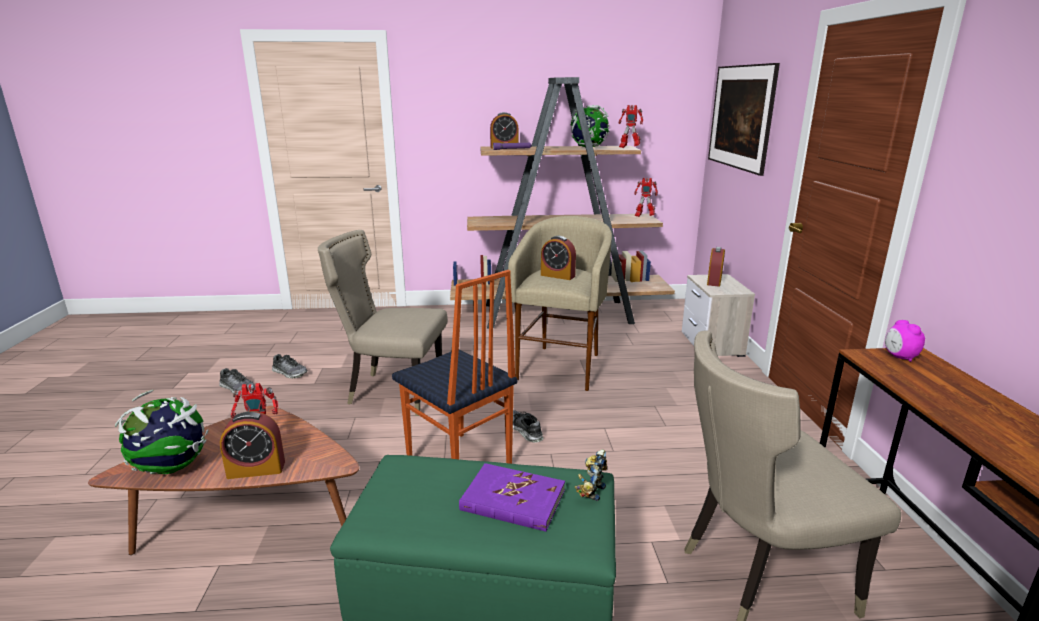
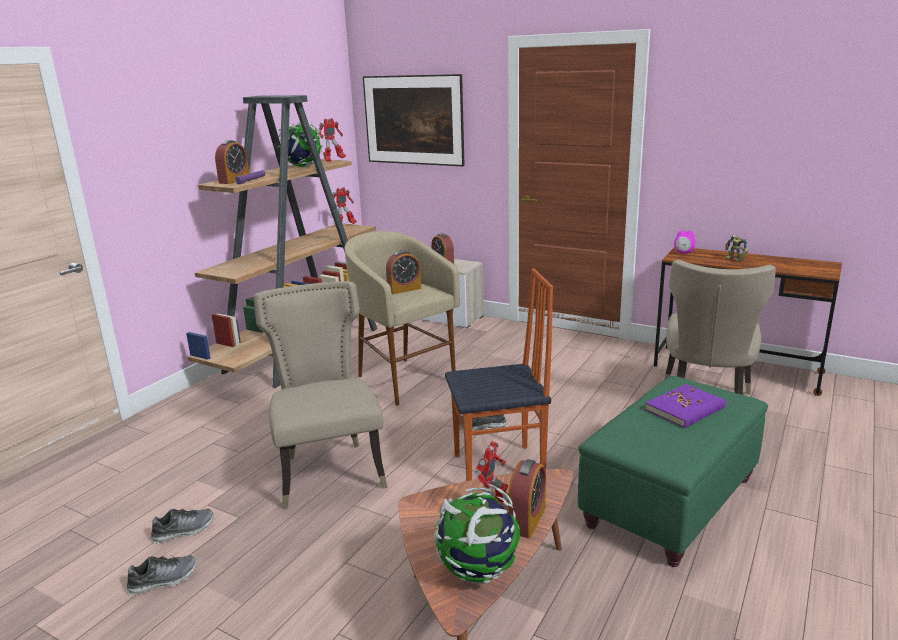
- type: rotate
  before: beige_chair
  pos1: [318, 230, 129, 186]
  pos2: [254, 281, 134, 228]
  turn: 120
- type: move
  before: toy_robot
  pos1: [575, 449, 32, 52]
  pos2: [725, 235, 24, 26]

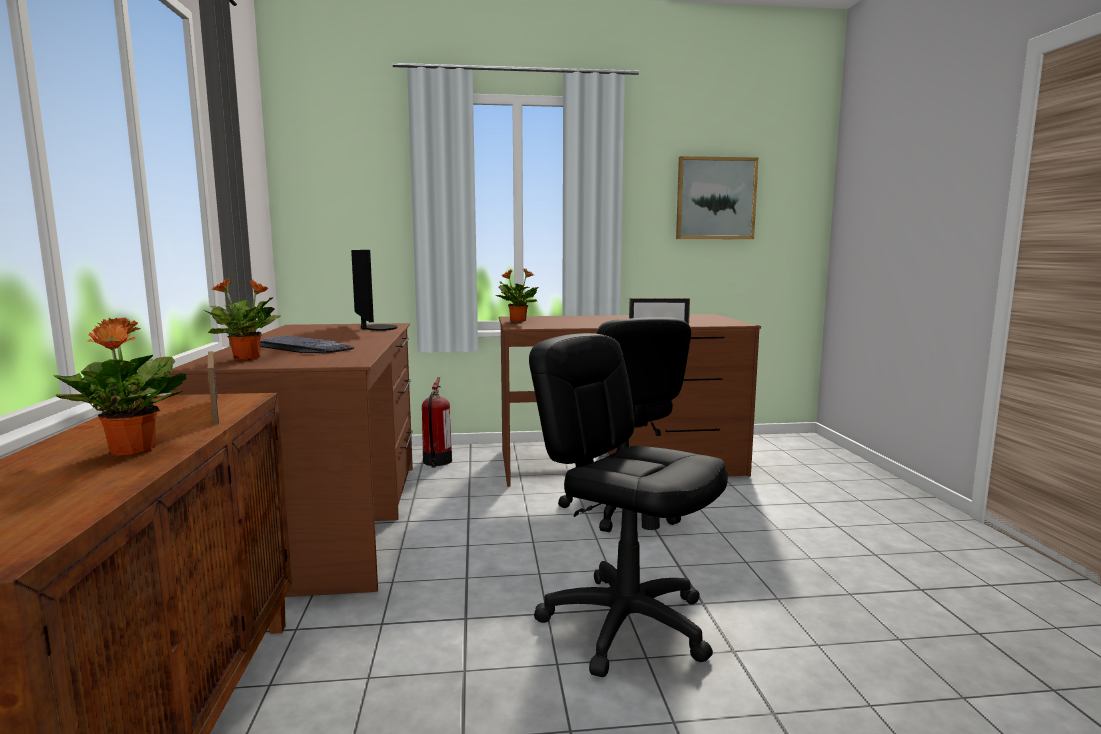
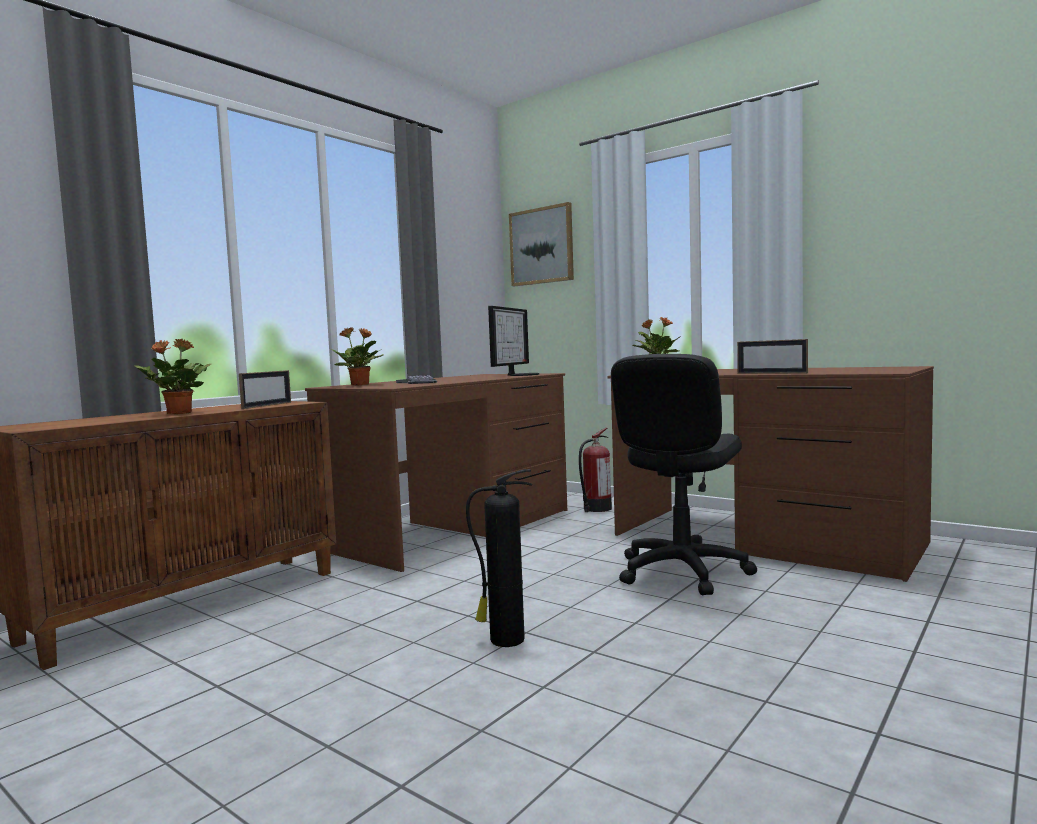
- type: replace
  before: black_office_chair
  after: fire_extinguisher
  pos1: [529, 333, 199, 344]
  pos2: [466, 469, 66, 178]
- type: move
  before: picture
  pos1: [676, 156, 83, 83]
  pos2: [509, 202, 65, 84]

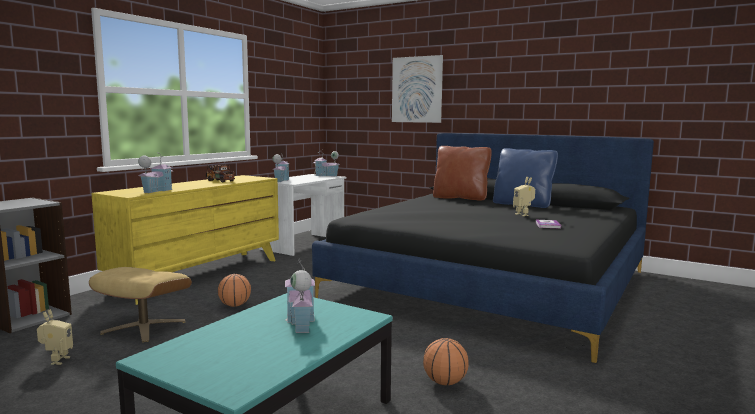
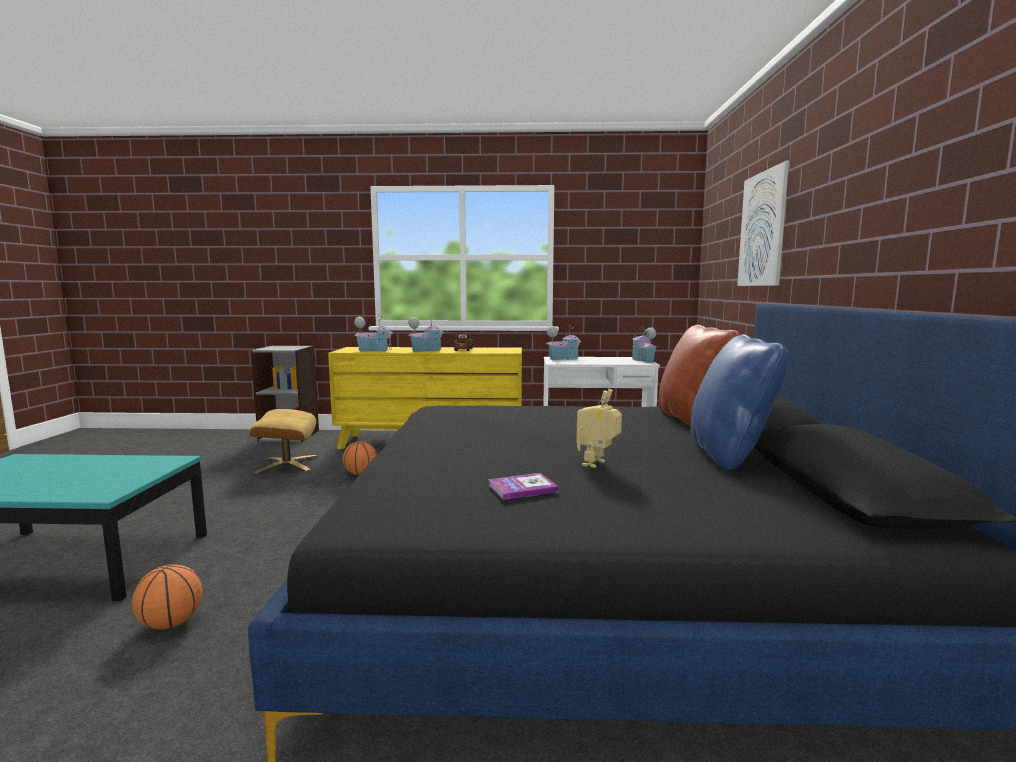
- type: move
  before: toy_house
  pos1: [285, 258, 30, 75]
  pos2: [408, 315, 35, 37]
- type: delete
  before: toy_robot
  pos1: [37, 309, 36, 56]

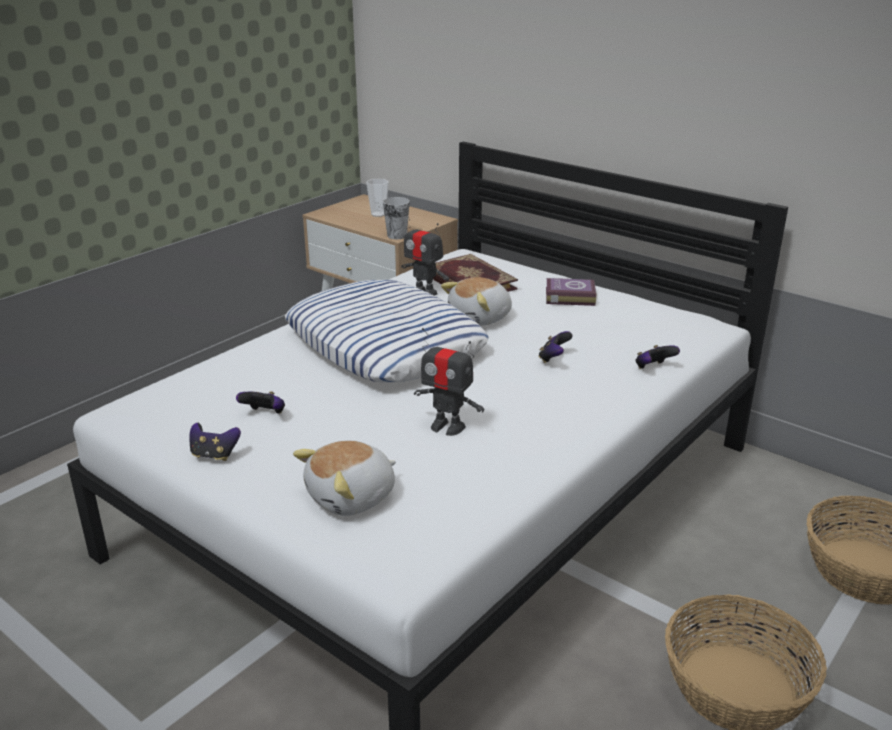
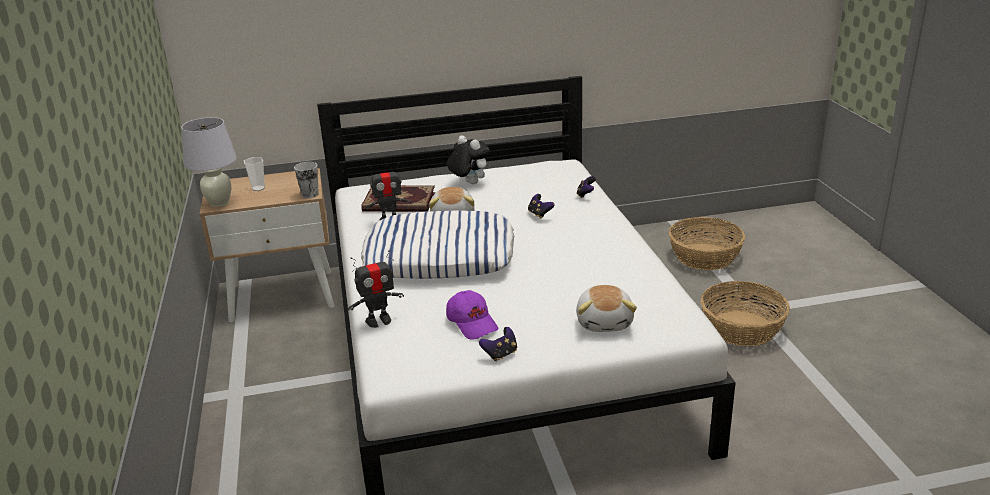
- type: insert
  after: white_table_lamp
  pos2: [181, 117, 56, 90]
- type: move
  before: toy_robot
  pos1: [414, 328, 70, 108]
  pos2: [348, 250, 56, 78]
- type: replace
  before: game_controller
  after: purple_cap
  pos1: [236, 391, 49, 23]
  pos2: [446, 290, 52, 50]
- type: replace
  before: book
  after: plush_toy
  pos1: [546, 278, 50, 28]
  pos2: [447, 135, 43, 49]

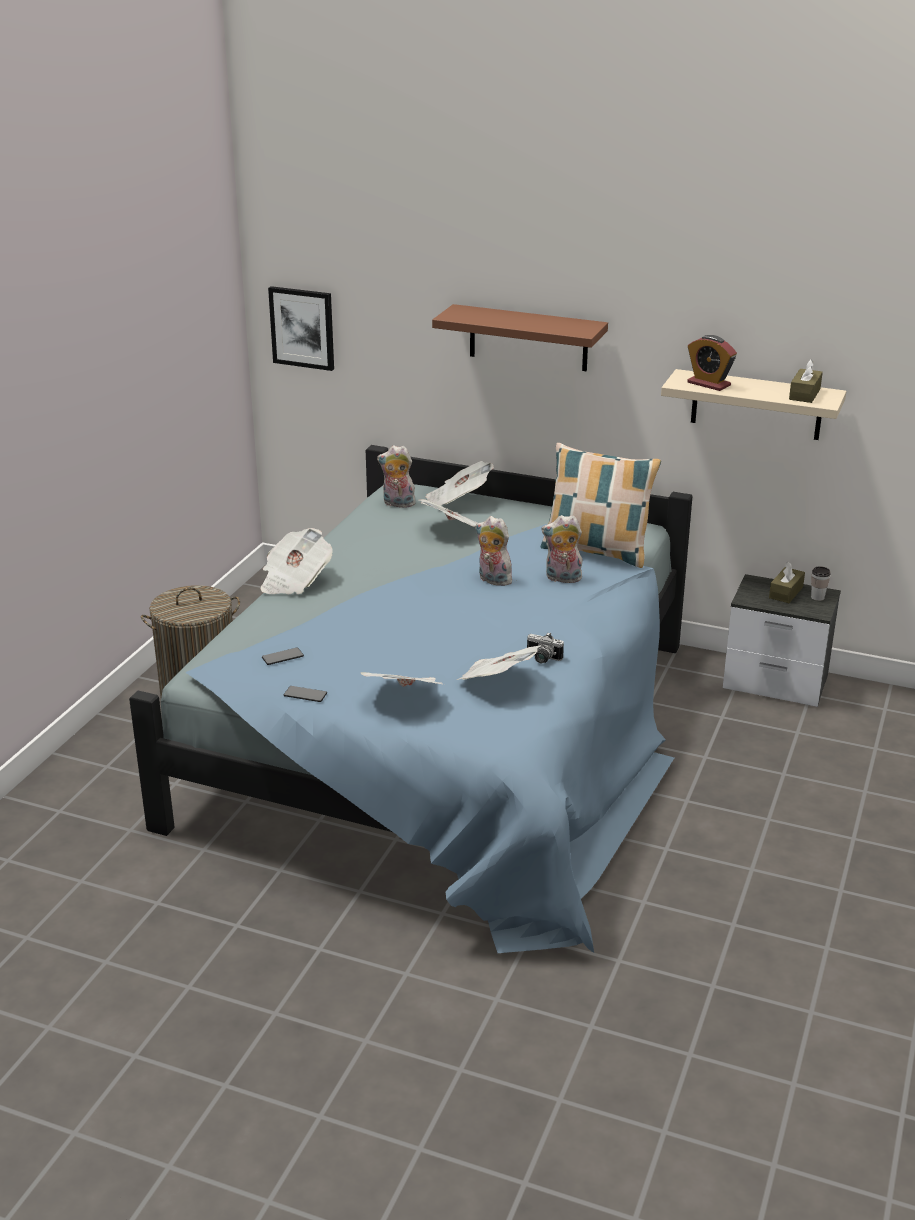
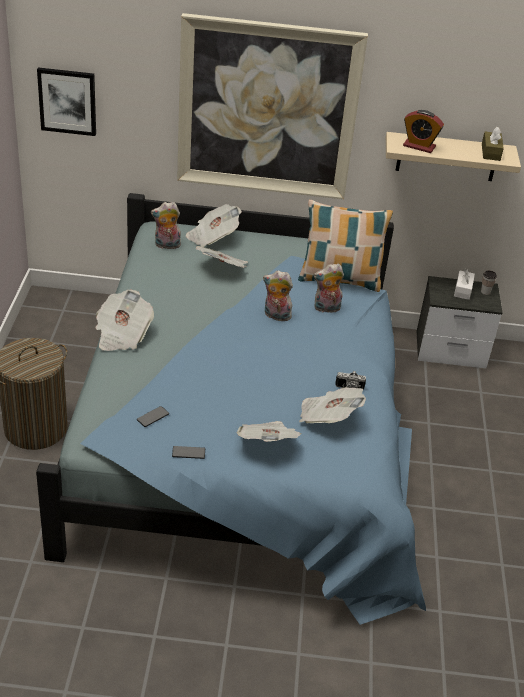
- type: replace
  before: brown_shelf
  after: picture
  pos1: [432, 304, 176, 67]
  pos2: [177, 13, 191, 186]
- type: recolor
  before: brown_tissue_box
  after: white_tissue_box
  pos1: [769, 561, 36, 42]
  pos2: [454, 268, 21, 32]

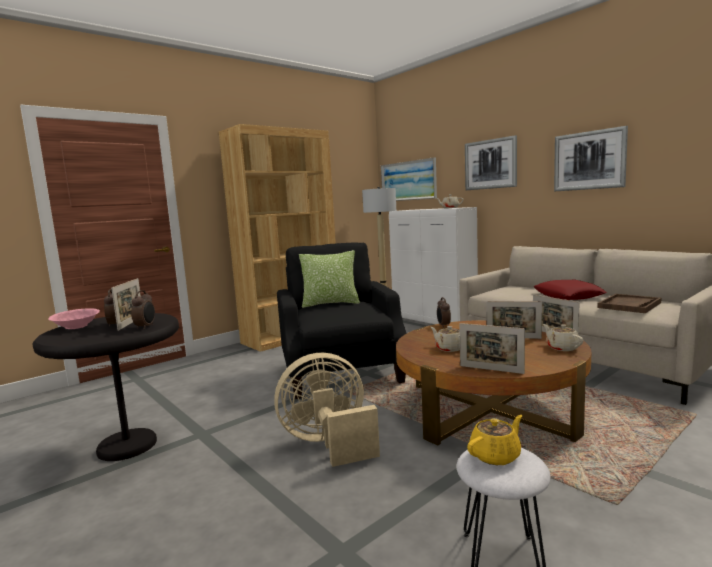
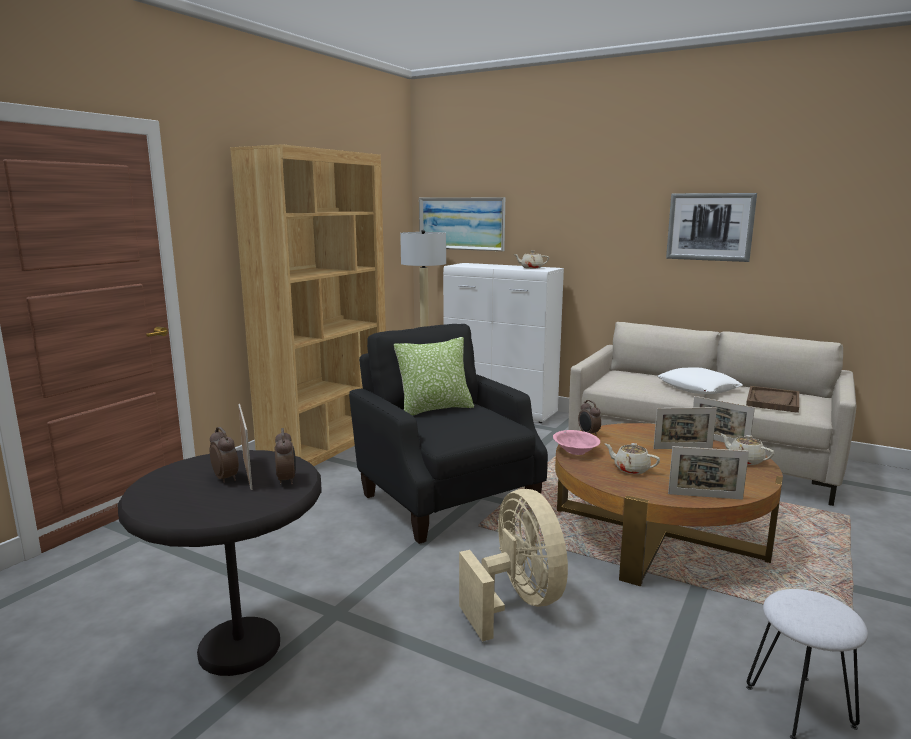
- type: rotate
  before: beige_fan
  pos1: [274, 353, 106, 114]
  pos2: [459, 489, 109, 152]
  turn: 105
- type: move
  before: pink_bowl
  pos1: [48, 308, 52, 21]
  pos2: [553, 430, 47, 25]
- type: recolor
  before: red_pillow
  after: white_pillow
  pos1: [534, 280, 73, 20]
  pos2: [658, 367, 85, 27]
- type: delete
  before: picture
  pos1: [465, 135, 52, 55]
- type: delete
  before: yellow_teapot
  pos1: [467, 415, 55, 50]

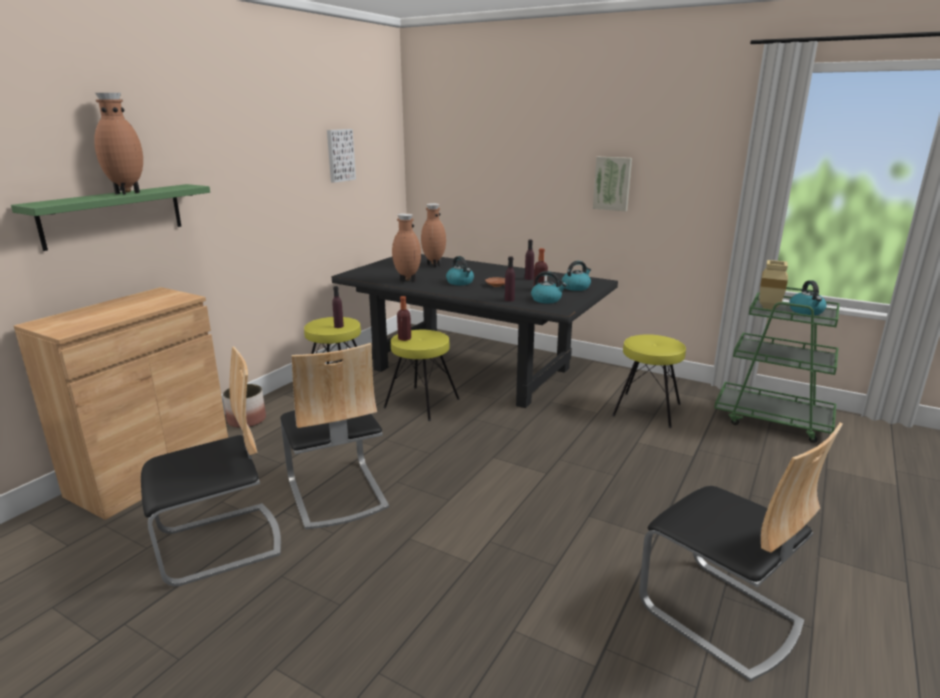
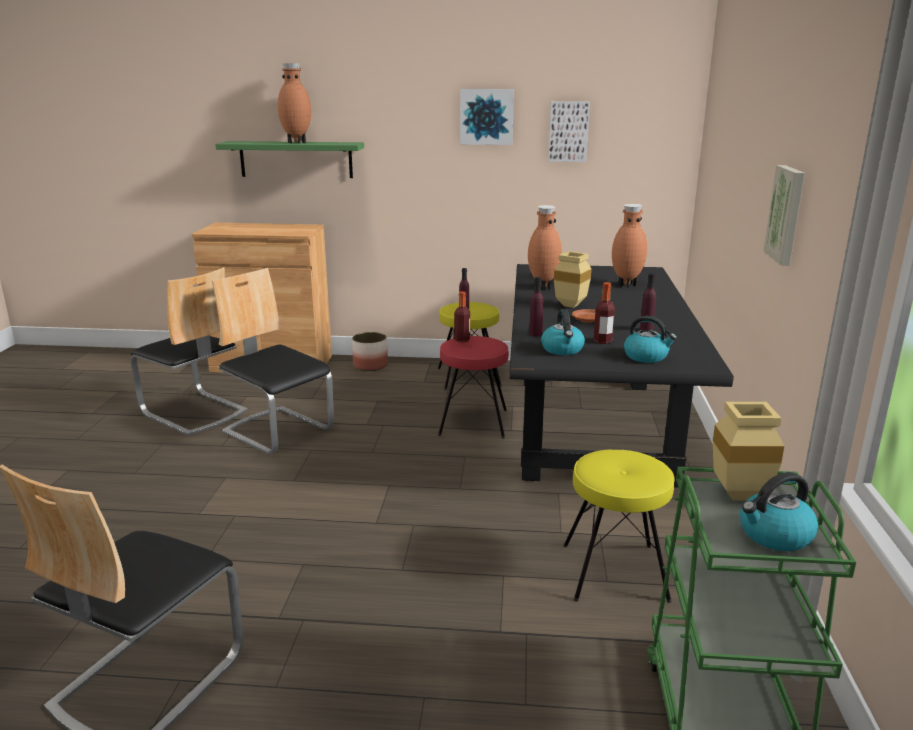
- type: rotate
  before: chair
  pos1: [280, 343, 109, 186]
  pos2: [212, 268, 122, 186]
  turn: 90
- type: recolor
  before: yellow_stool
  after: red_stool
  pos1: [384, 330, 76, 91]
  pos2: [438, 336, 71, 103]
- type: insert
  after: picture
  pos2: [460, 89, 54, 56]
- type: replace
  before: kettle
  after: beige_vase
  pos1: [446, 256, 28, 29]
  pos2: [554, 251, 37, 57]

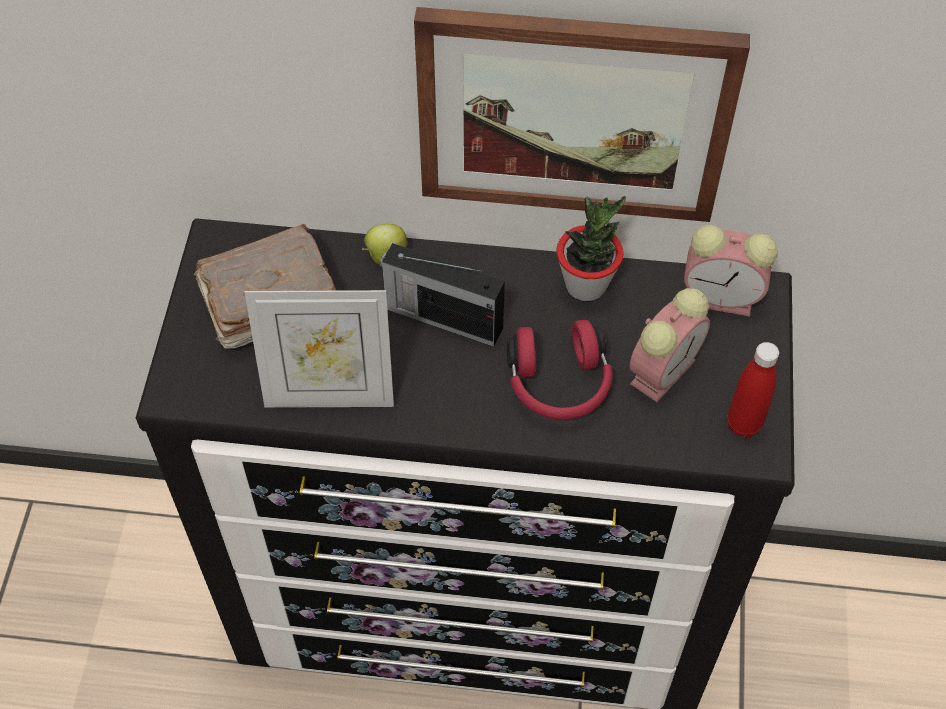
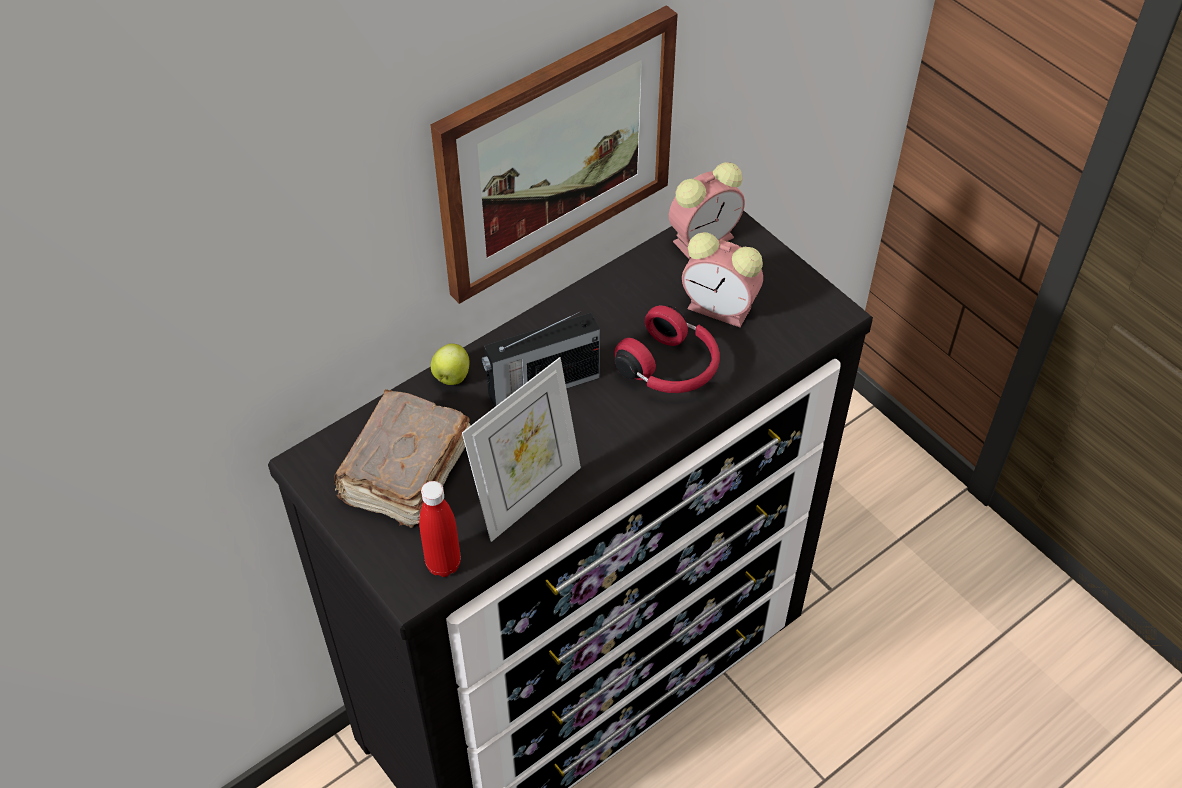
- type: move
  before: red_bottle
  pos1: [727, 342, 52, 96]
  pos2: [419, 481, 42, 96]
- type: rotate
  before: alarm_clock
  pos1: [630, 288, 80, 114]
  pos2: [682, 232, 81, 96]
  turn: 120
- type: delete
  before: potted_plant
  pos1: [556, 196, 70, 105]

